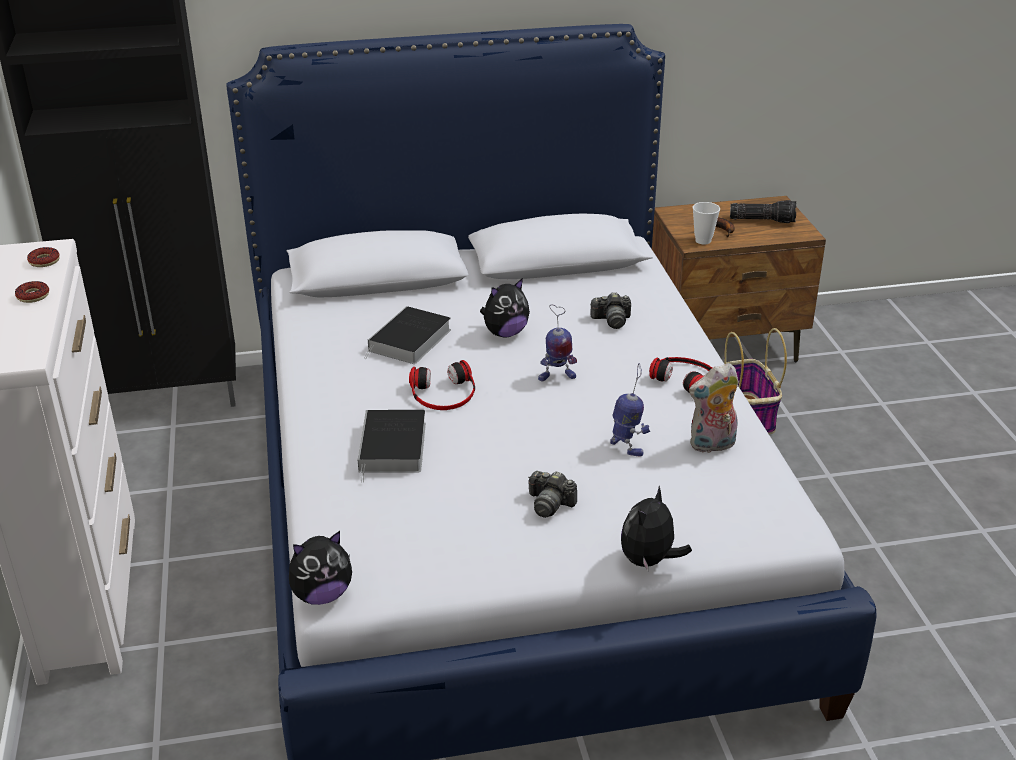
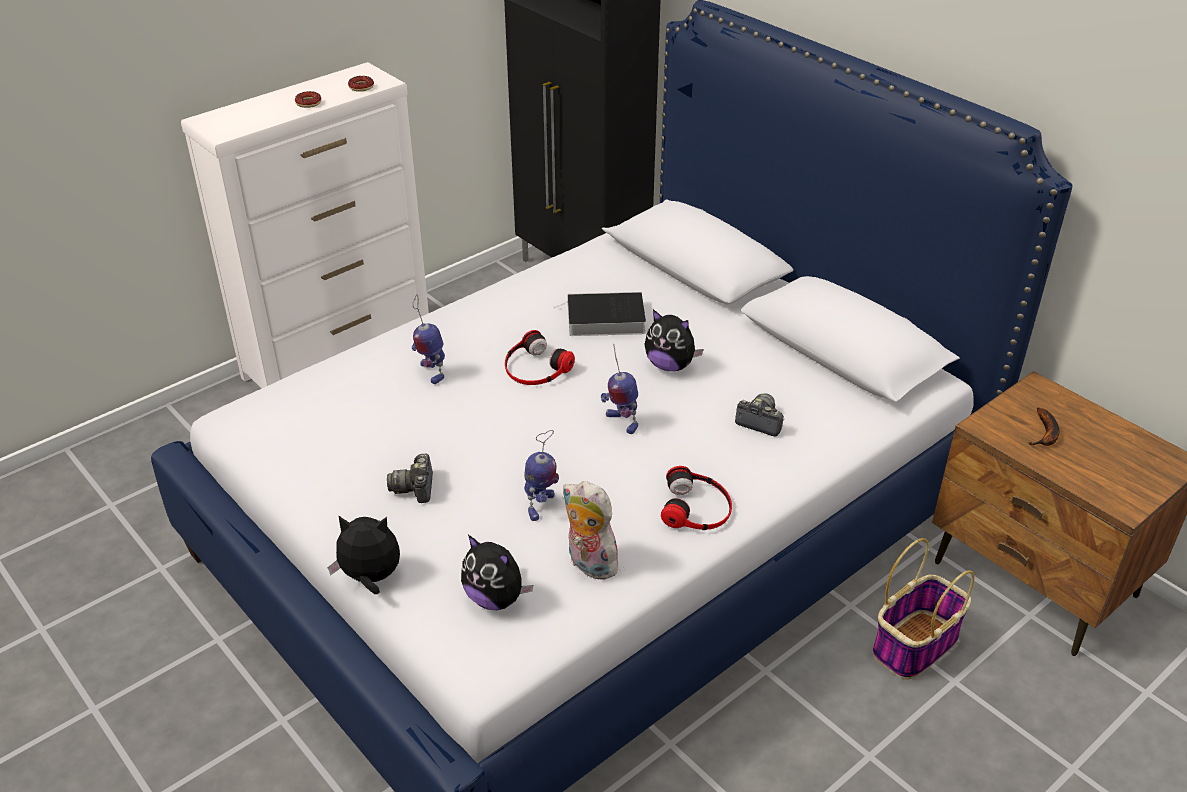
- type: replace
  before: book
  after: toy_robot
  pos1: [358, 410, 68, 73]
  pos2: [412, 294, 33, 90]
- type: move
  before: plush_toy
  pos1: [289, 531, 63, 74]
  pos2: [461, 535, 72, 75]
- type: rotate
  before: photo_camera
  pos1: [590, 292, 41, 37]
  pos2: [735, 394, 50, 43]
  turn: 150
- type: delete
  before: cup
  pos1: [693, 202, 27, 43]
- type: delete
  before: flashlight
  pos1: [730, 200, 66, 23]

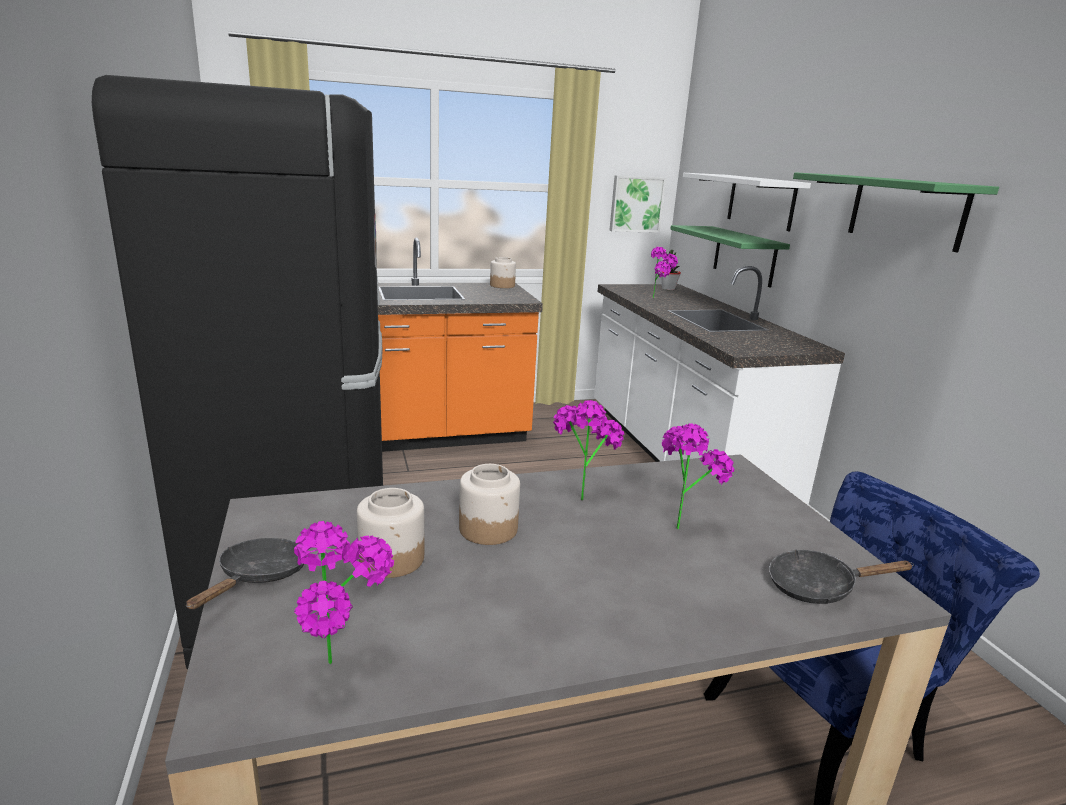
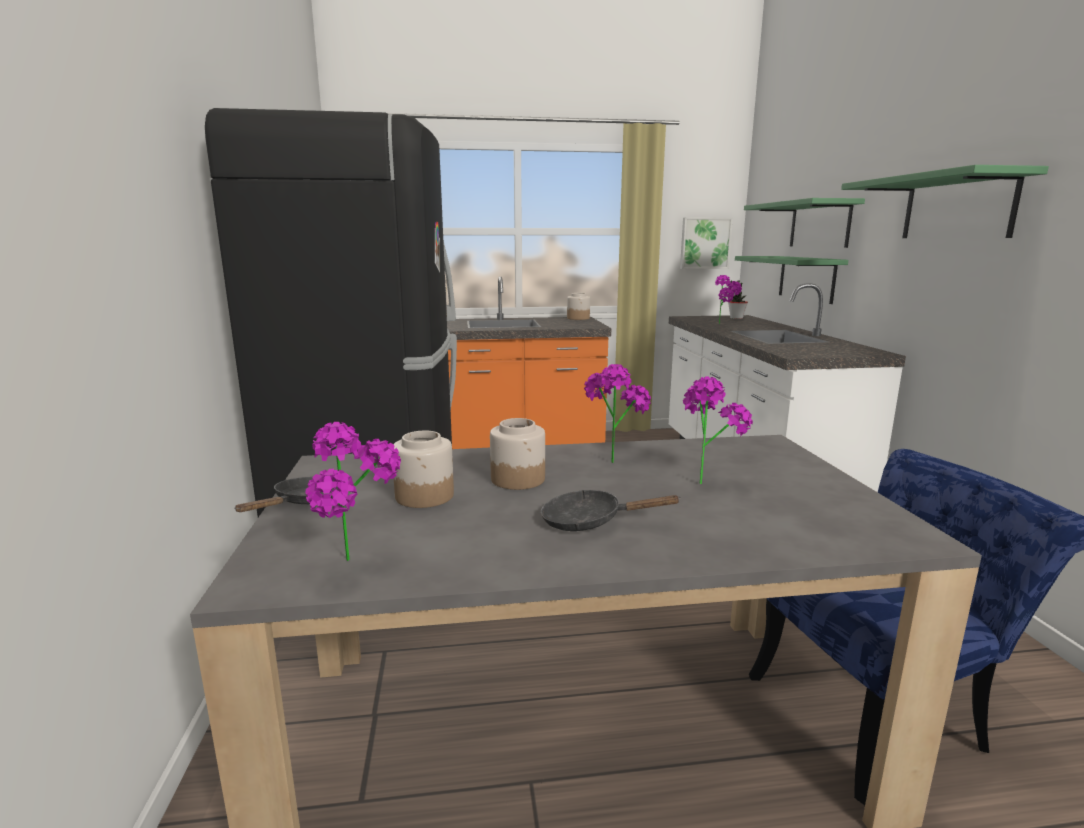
- type: move
  before: black_frying_pan
  pos1: [769, 549, 145, 55]
  pos2: [541, 490, 140, 41]
- type: recolor
  before: white_shelf
  after: green_shelf
  pos1: [683, 173, 128, 58]
  pos2: [744, 198, 121, 50]

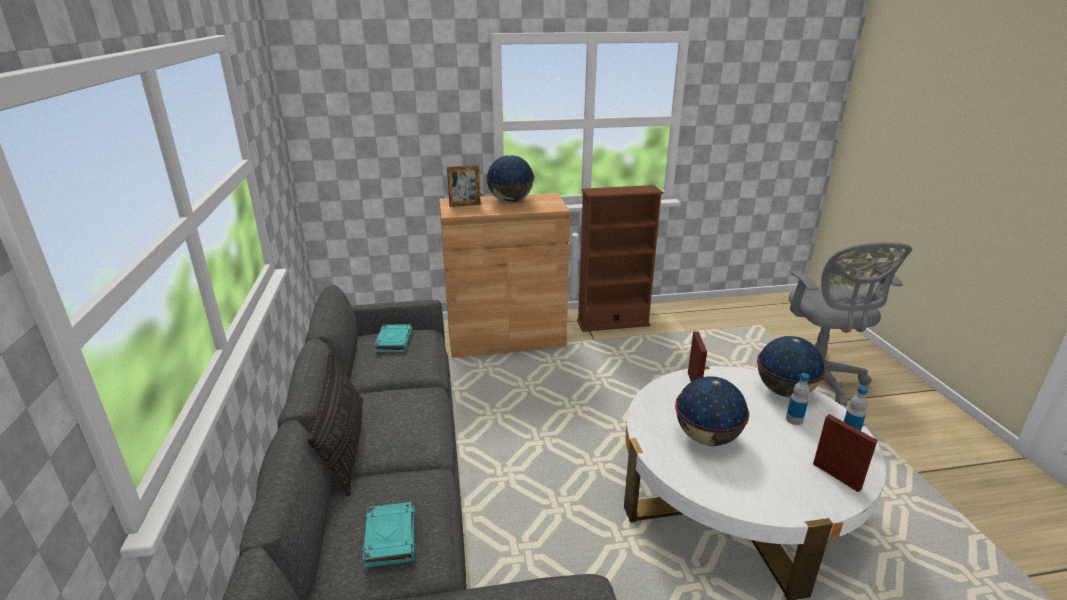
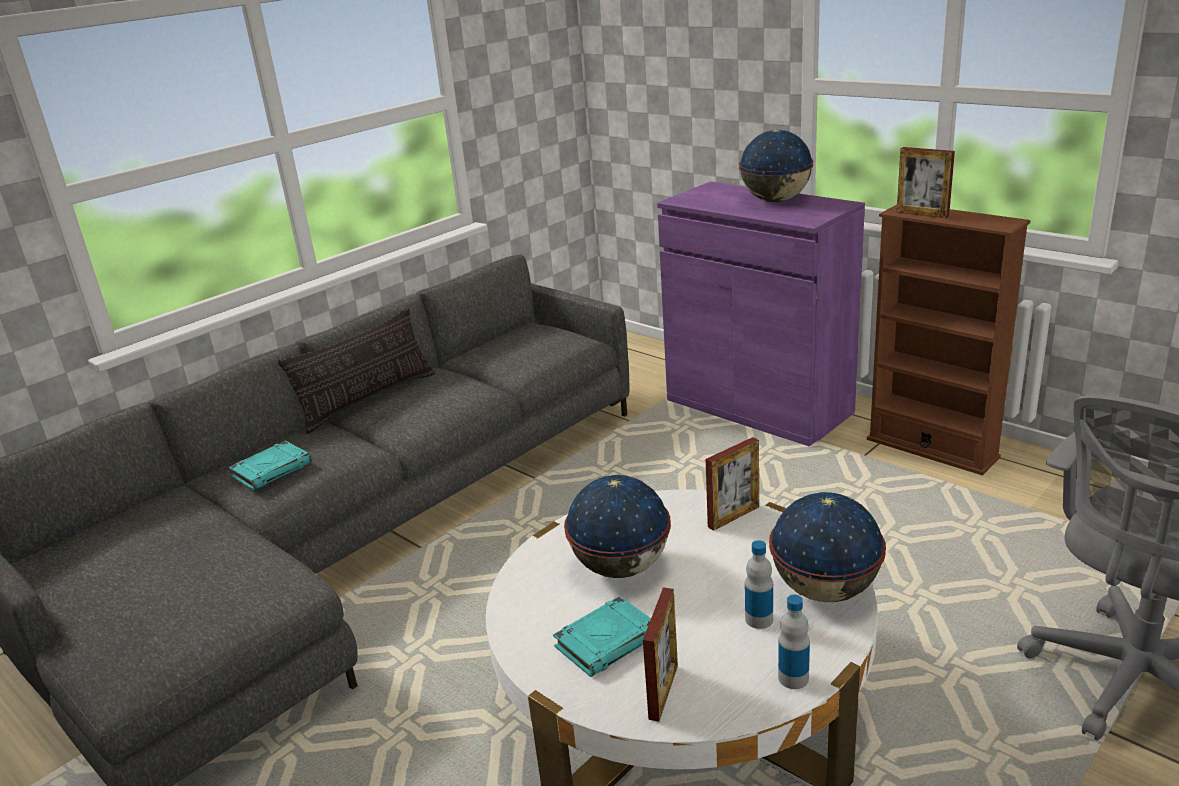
- type: move
  before: turquoise_book
  pos1: [374, 325, 38, 27]
  pos2: [553, 596, 98, 81]
- type: recolor
  before: brown_cabinet
  after: purple_cabinet
  pos1: [439, 193, 131, 165]
  pos2: [657, 181, 208, 266]
- type: move
  before: picture_frame
  pos1: [447, 165, 34, 42]
  pos2: [897, 147, 58, 71]

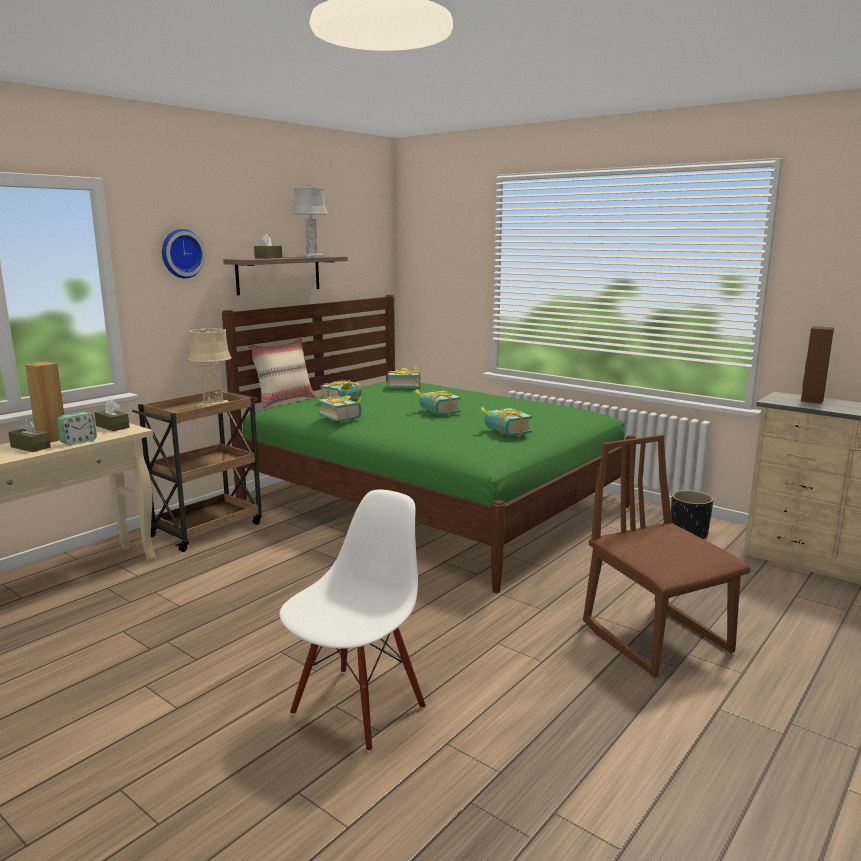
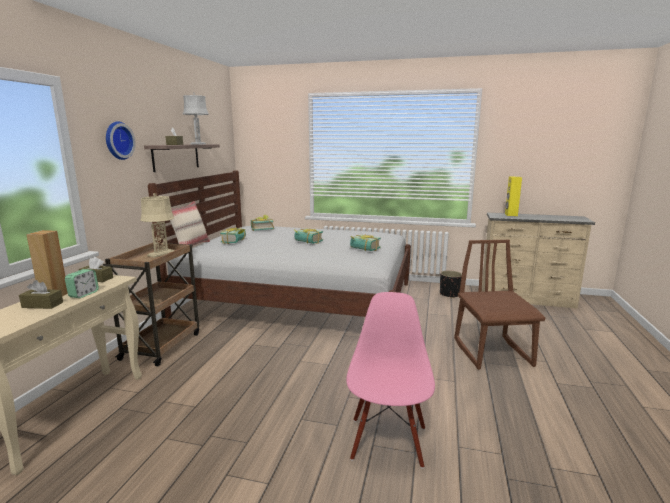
- type: recolor
  before: green_bed
  after: white_bed
  pos1: [222, 295, 414, 298]
  pos2: [148, 171, 263, 148]
- type: recolor
  before: white_chair
  after: pink_chair
  pos1: [280, 489, 146, 263]
  pos2: [346, 292, 89, 177]
- type: rotate
  before: brown_chair
  pos1: [583, 435, 168, 243]
  pos2: [454, 240, 91, 130]
  turn: 45
- type: recolor
  before: brown_speaker
  after: yellow_speaker
  pos1: [801, 326, 33, 78]
  pos2: [505, 177, 17, 39]
- type: delete
  before: book
  pos1: [318, 394, 47, 29]

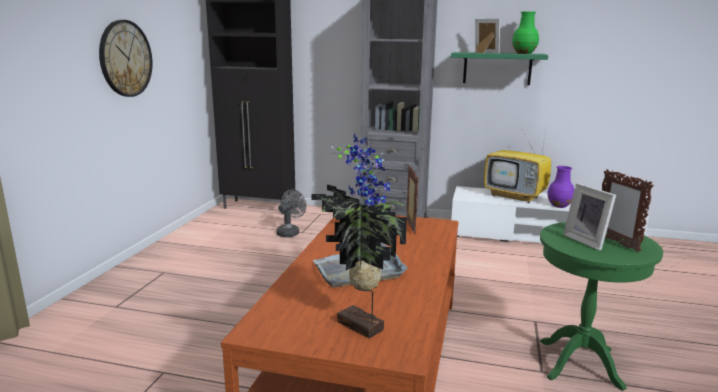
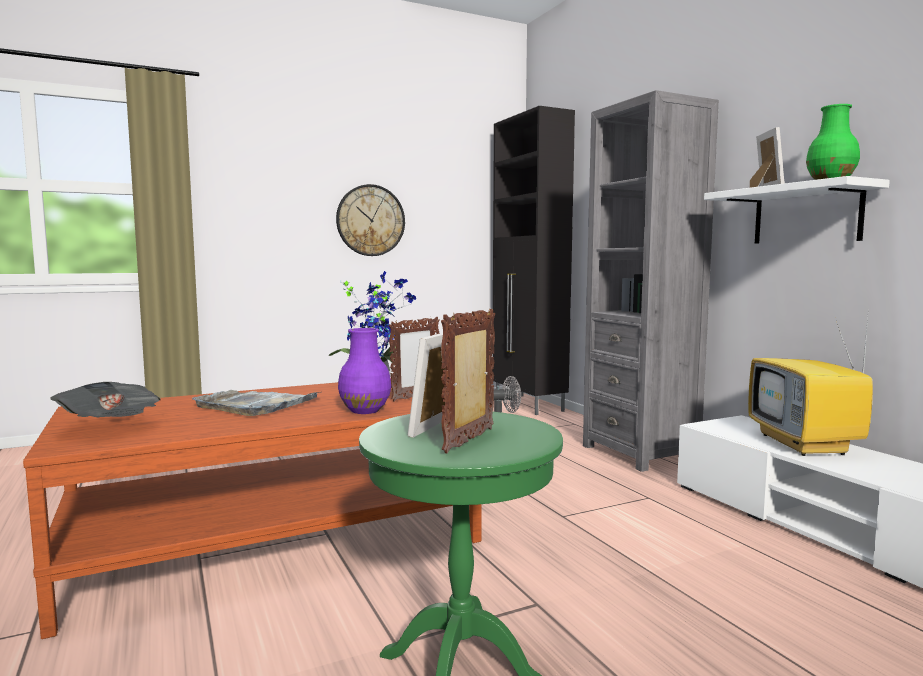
- type: replace
  before: potted_plant
  after: newspaper
  pos1: [311, 184, 96, 154]
  pos2: [50, 382, 110, 35]
- type: move
  before: purple_vase
  pos1: [547, 166, 27, 42]
  pos2: [338, 328, 53, 86]
- type: recolor
  before: green_shelf
  after: white_shelf
  pos1: [451, 52, 97, 33]
  pos2: [704, 176, 186, 68]

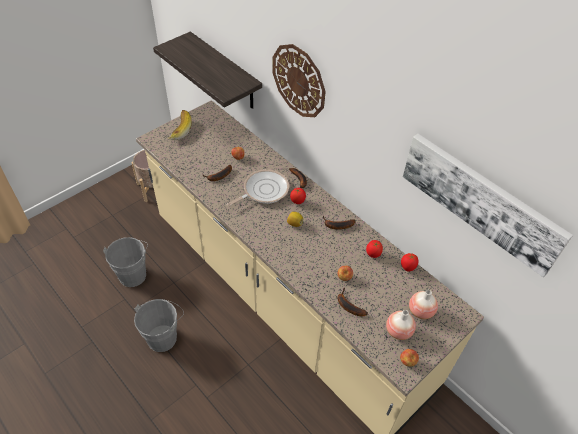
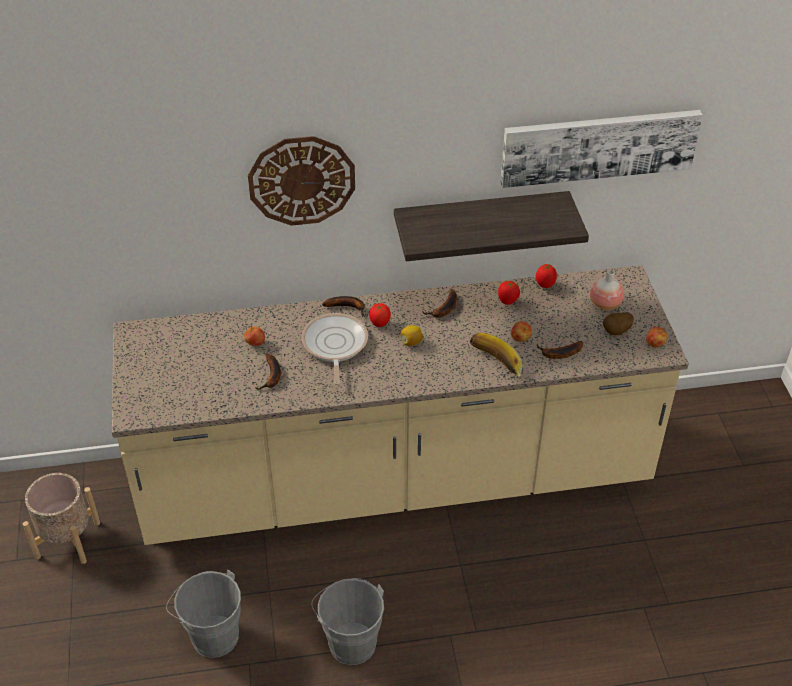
- type: move
  before: shelf
  pos1: [153, 32, 109, 77]
  pos2: [394, 191, 195, 70]
- type: move
  before: banana
  pos1: [167, 110, 25, 30]
  pos2: [470, 333, 52, 44]
- type: replace
  before: vase
  after: potato
  pos1: [386, 310, 30, 30]
  pos2: [603, 313, 31, 22]

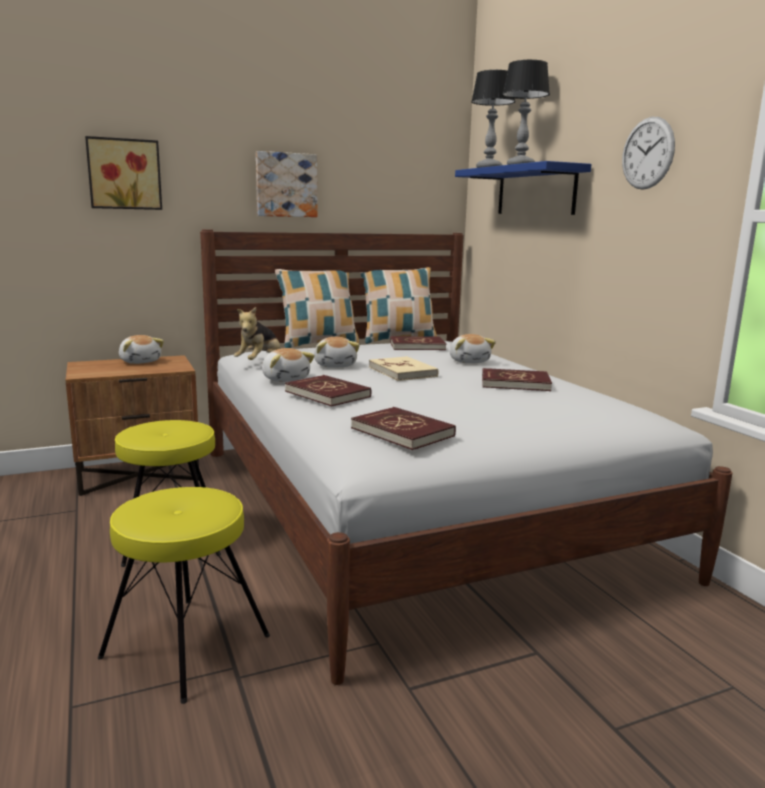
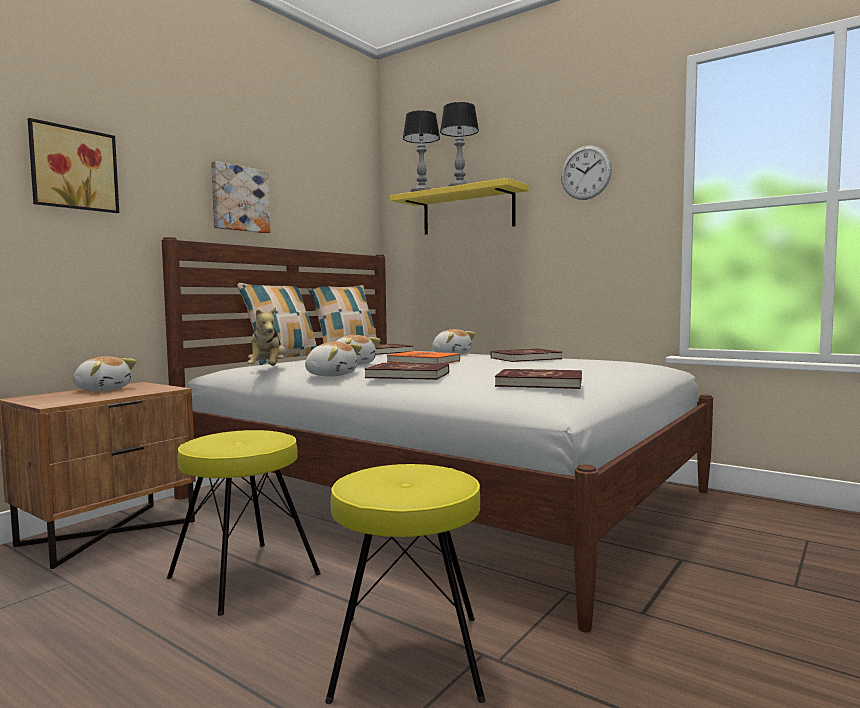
- type: recolor
  before: beige_book
  after: orange_book
  pos1: [369, 356, 70, 25]
  pos2: [387, 351, 73, 13]
- type: recolor
  before: blue_shelf
  after: yellow_shelf
  pos1: [455, 161, 137, 54]
  pos2: [390, 178, 139, 57]

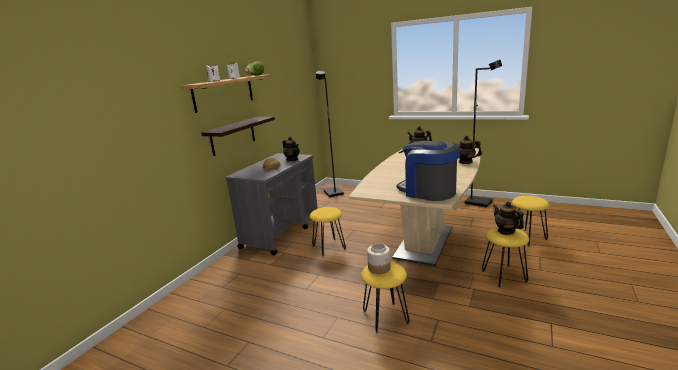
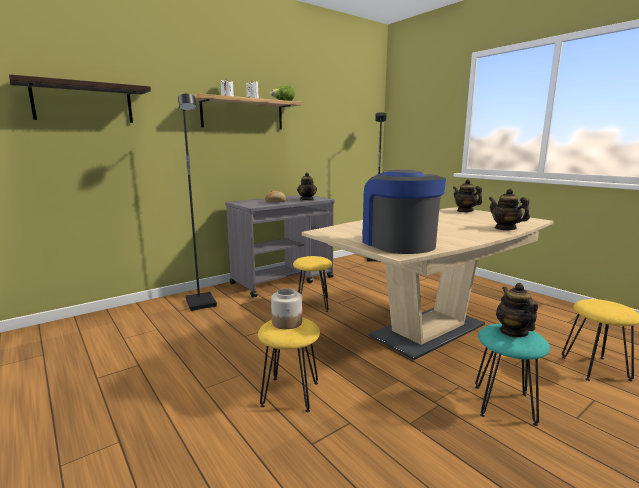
- type: move
  before: shelf
  pos1: [201, 117, 74, 39]
  pos2: [9, 74, 142, 49]
- type: move
  before: black_floor_lamp
  pos1: [464, 60, 38, 148]
  pos2: [178, 94, 39, 217]
- type: recolor
  before: yellow_stool
  after: turquoise_stool
  pos1: [482, 227, 47, 60]
  pos2: [475, 324, 75, 102]

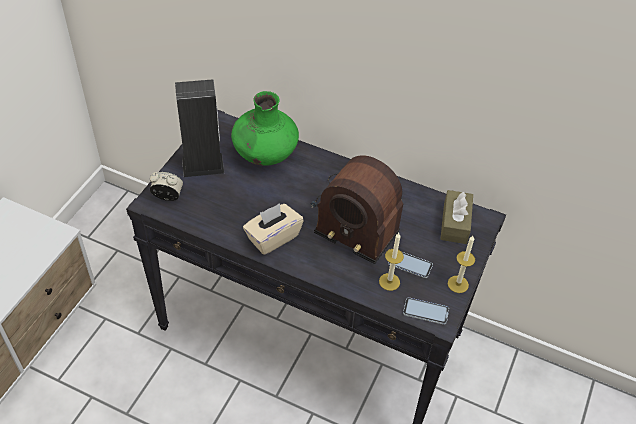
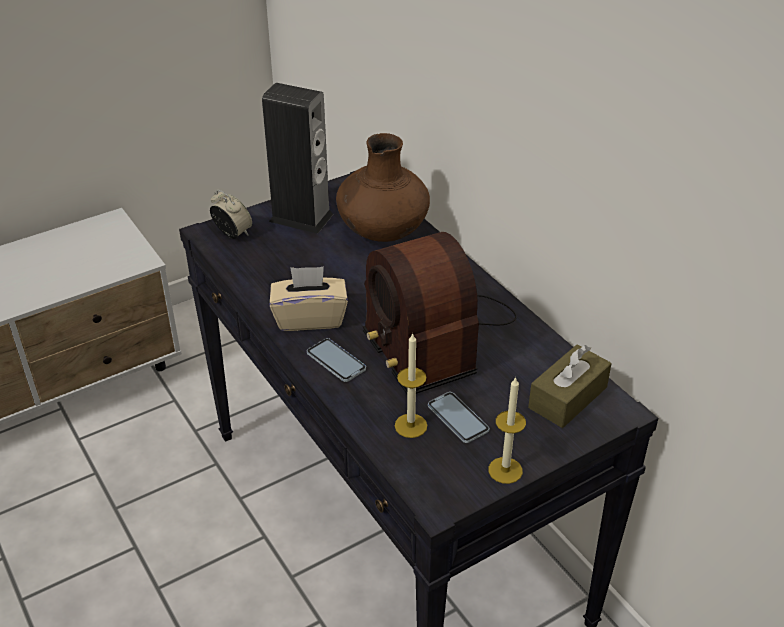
- type: move
  before: phone
  pos1: [403, 297, 46, 28]
  pos2: [307, 338, 59, 44]
- type: recolor
  before: green_vase
  after: brown_vase
  pos1: [231, 91, 68, 75]
  pos2: [336, 133, 94, 109]

